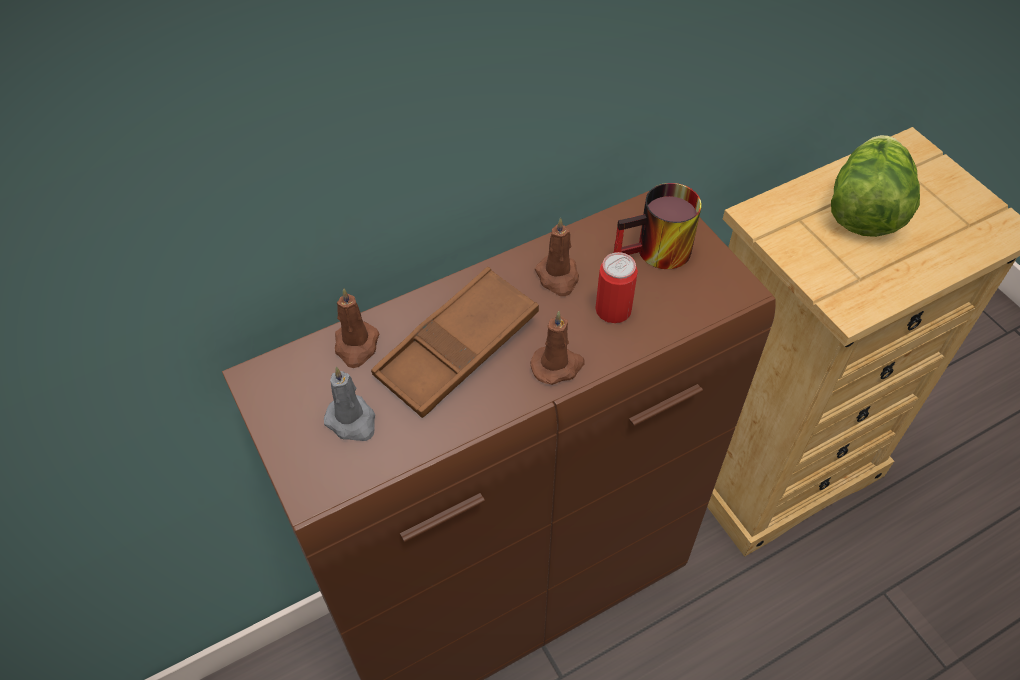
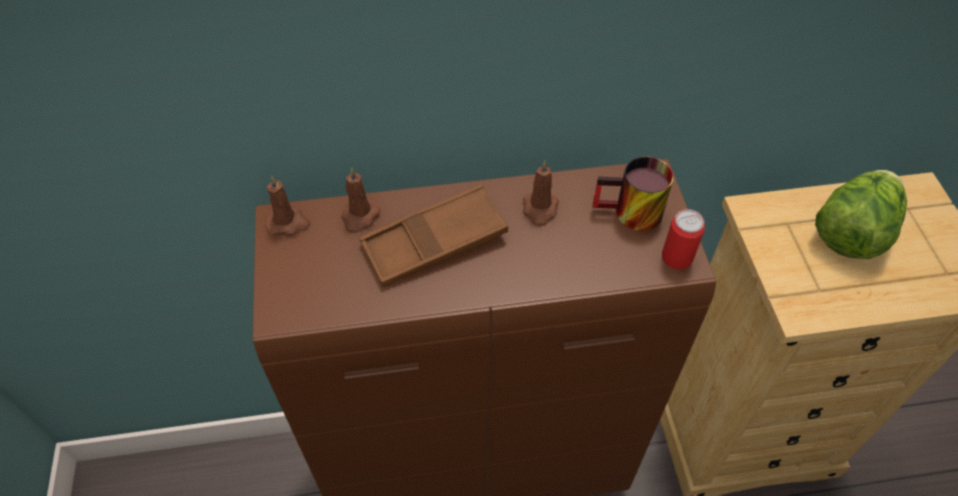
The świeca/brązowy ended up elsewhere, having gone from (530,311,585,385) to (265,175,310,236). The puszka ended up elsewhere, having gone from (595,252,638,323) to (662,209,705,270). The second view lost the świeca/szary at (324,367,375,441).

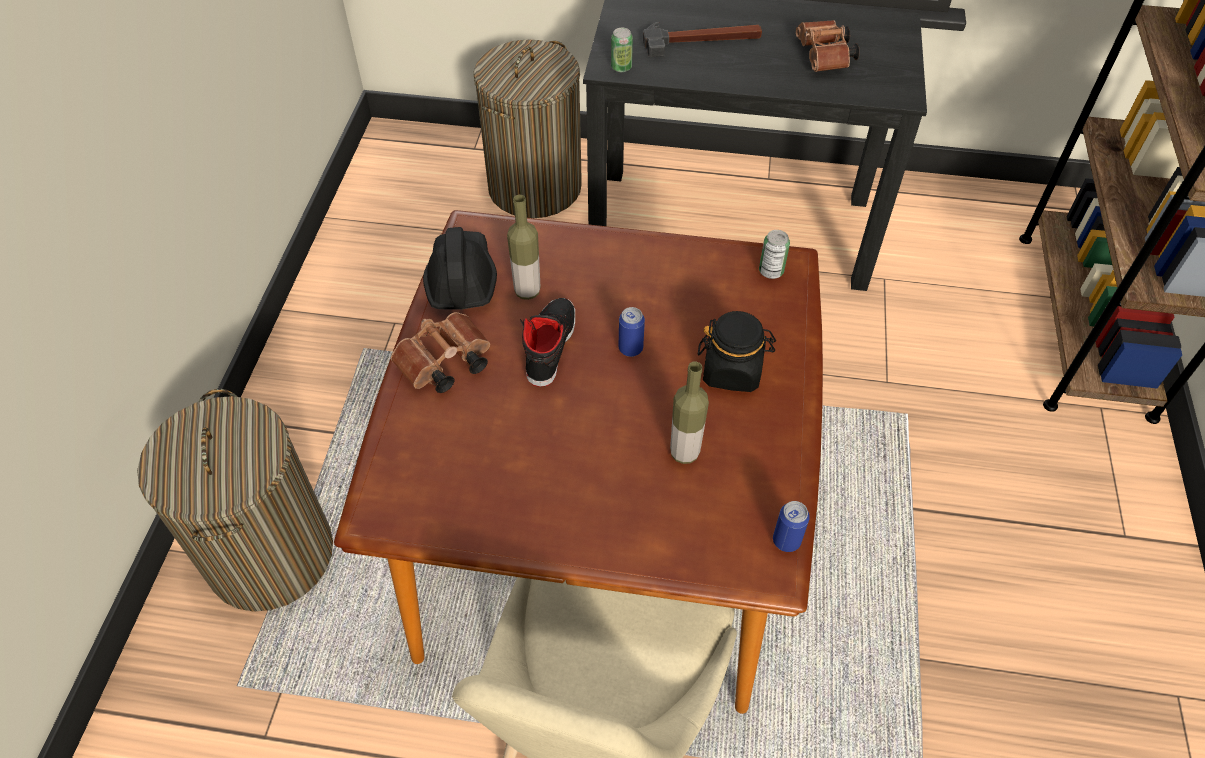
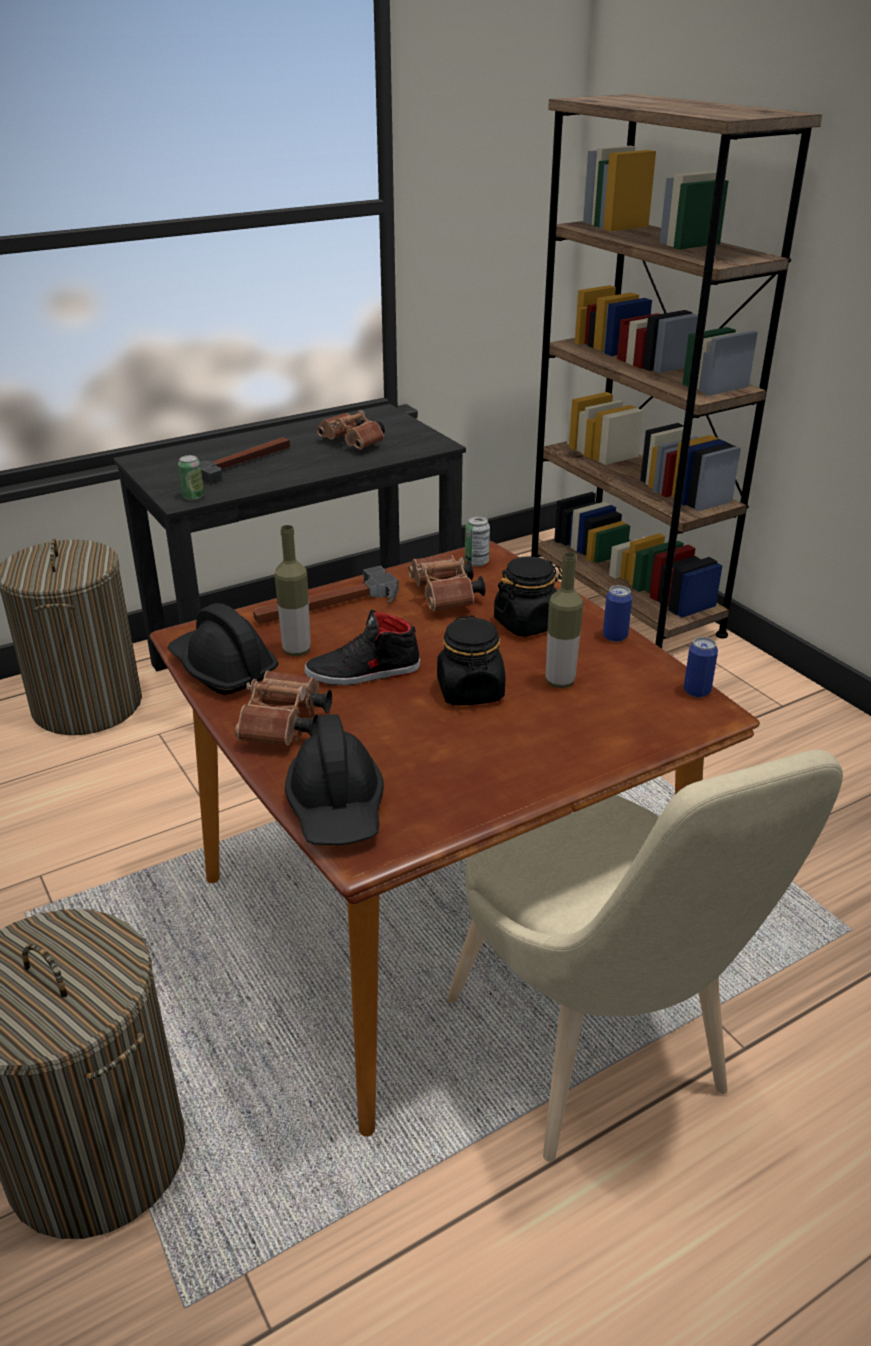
The second view gained the młotek at (253,565,399,625). The second view gained the kask/czarny at (285,714,384,845). The but/czarny at (520,298,575,387) ended up facing another way, 75 degrees counterclockwise from before. The second view gained the lornetka/brązowy at (408,555,485,611). The second view gained the słoik/czarny at (437,615,505,705). The puszka ended up elsewhere, having gone from (619,307,645,357) to (603,585,632,642).

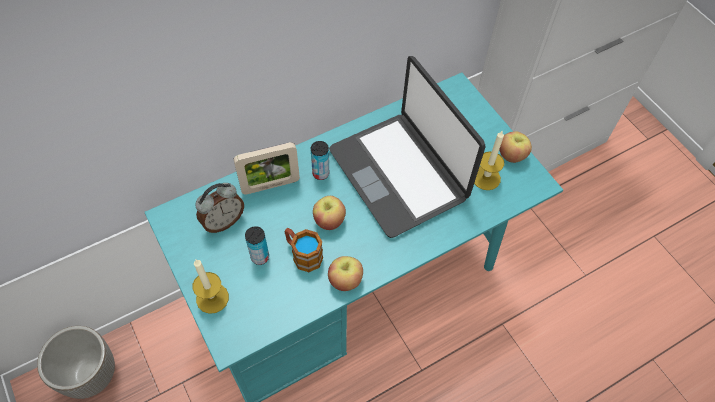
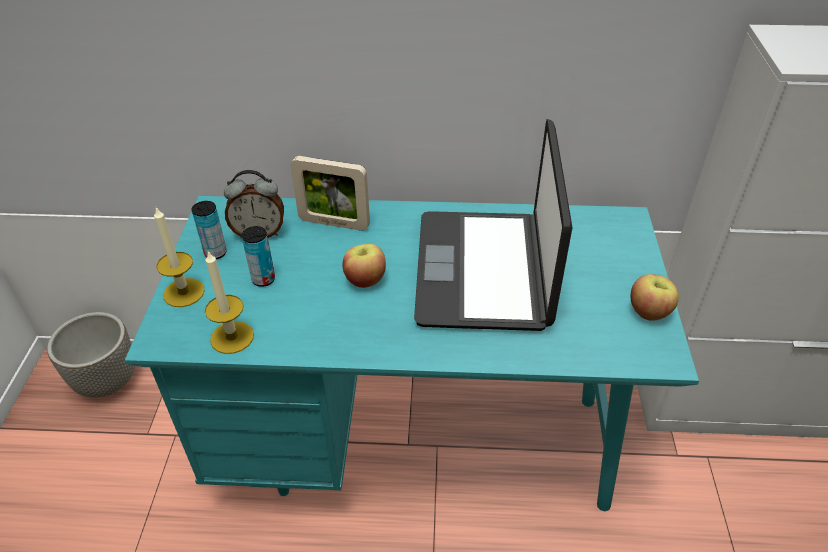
The puszka ended up elsewhere, having gone from (311,141,329,180) to (191,201,227,259). The świeca ended up elsewhere, having gone from (474,131,504,190) to (205,251,254,354). The second view lost the kubek at (284,228,323,272). The second view lost the jabłko at (328,256,363,291).

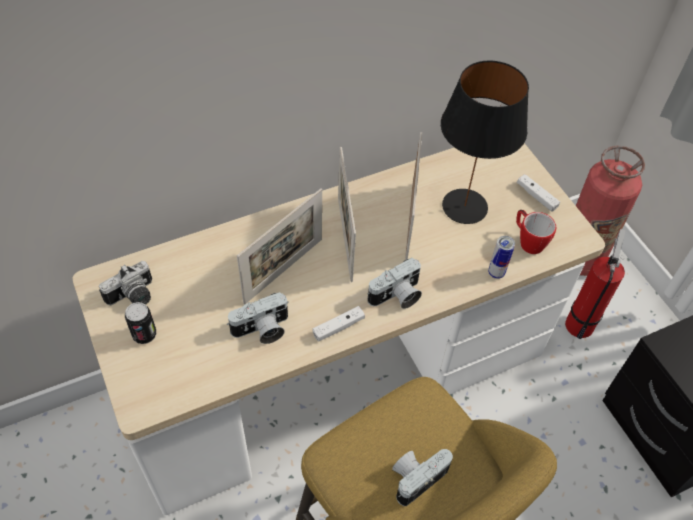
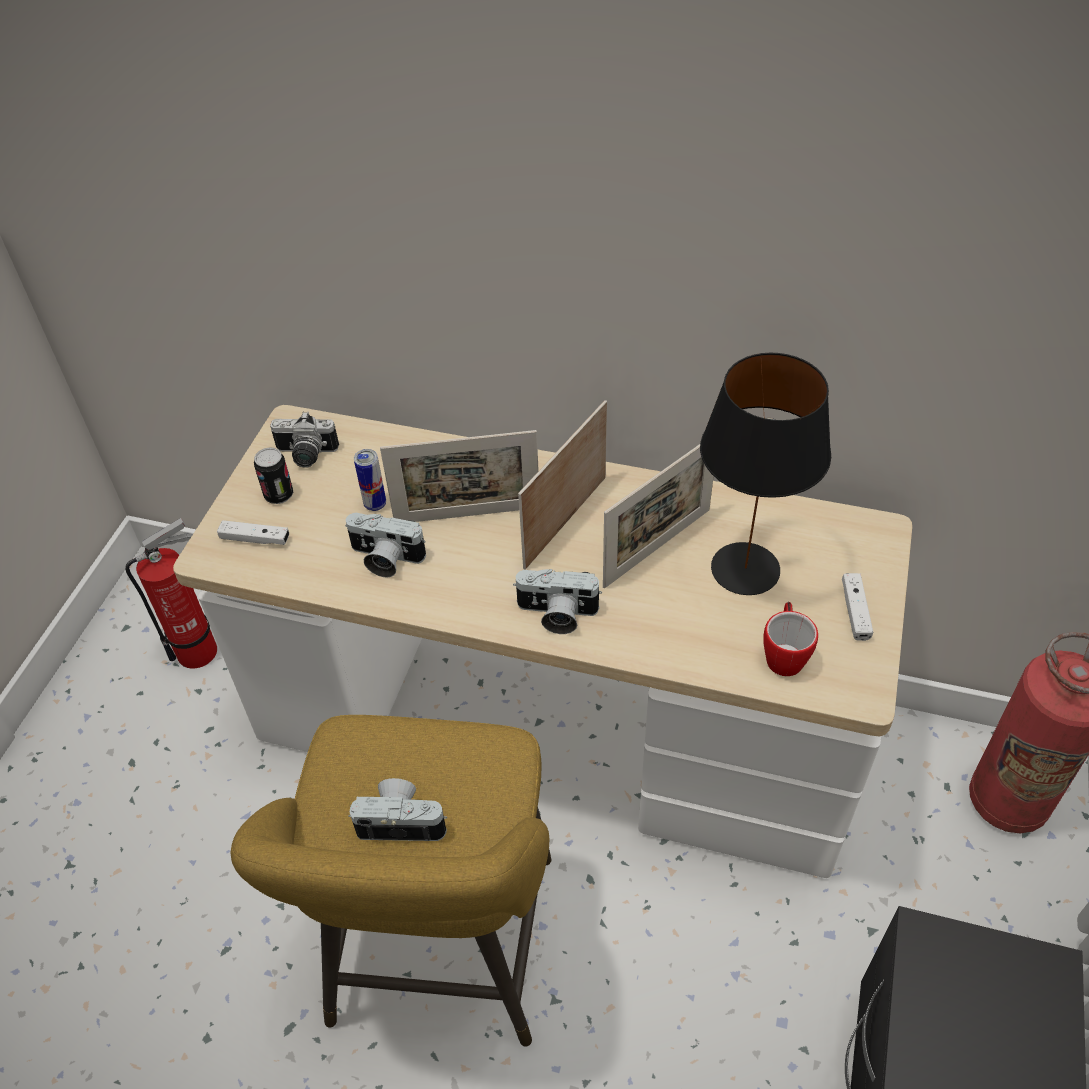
The gaśnica ended up elsewhere, having gone from (565,229,625,339) to (125,518,217,668). The pad do gier/biały ended up elsewhere, having gone from (312,306,365,342) to (217,520,289,545). The puszka ended up elsewhere, having gone from (488,236,515,279) to (354,449,386,511).

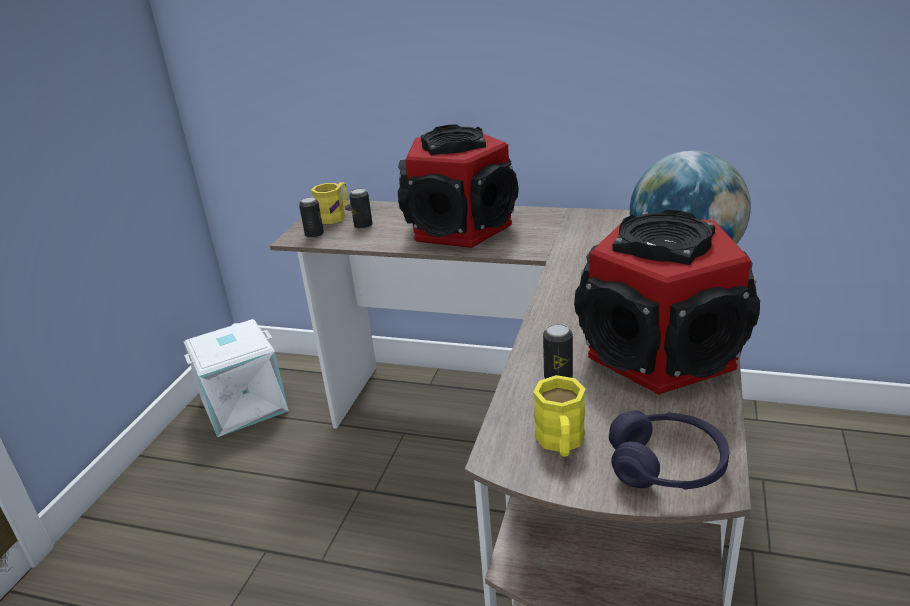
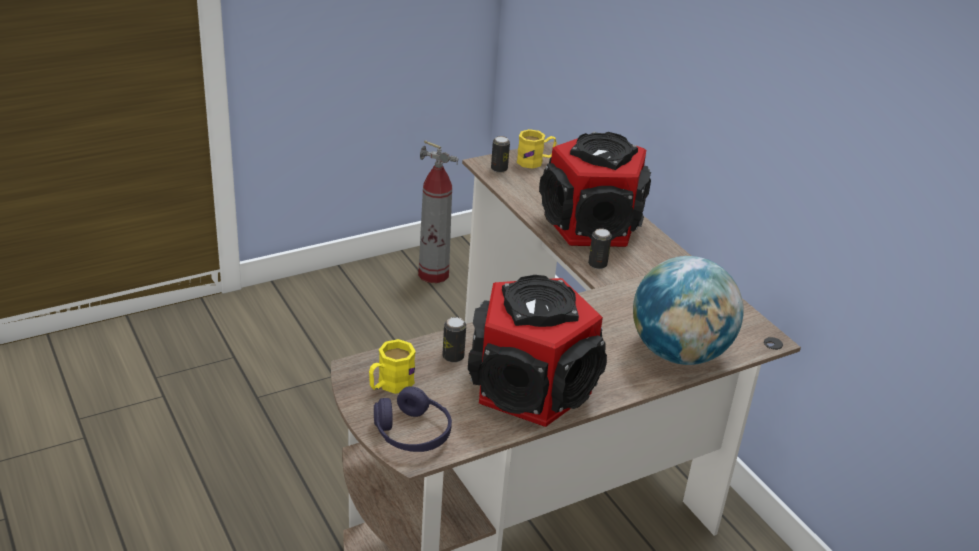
Where the pojemnik do przechowywania/biały stood at (184,319,289,437), the gaśnica came to stand at (418,140,458,283). The puszka ended up elsewhere, having gone from (349,188,373,229) to (588,228,612,269).

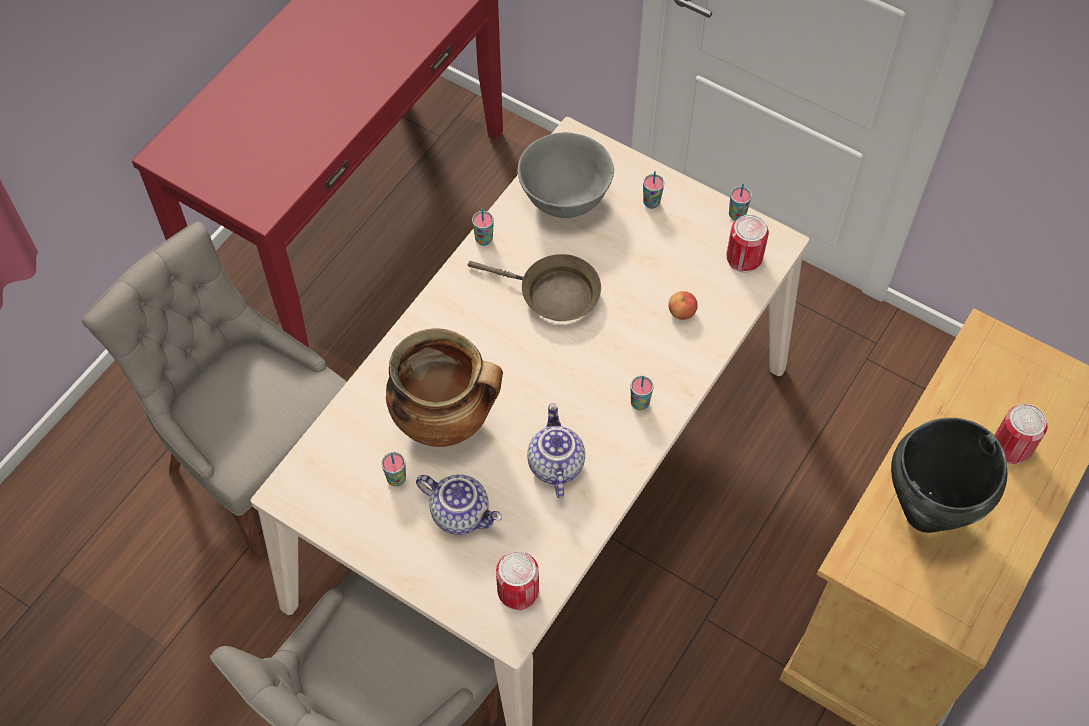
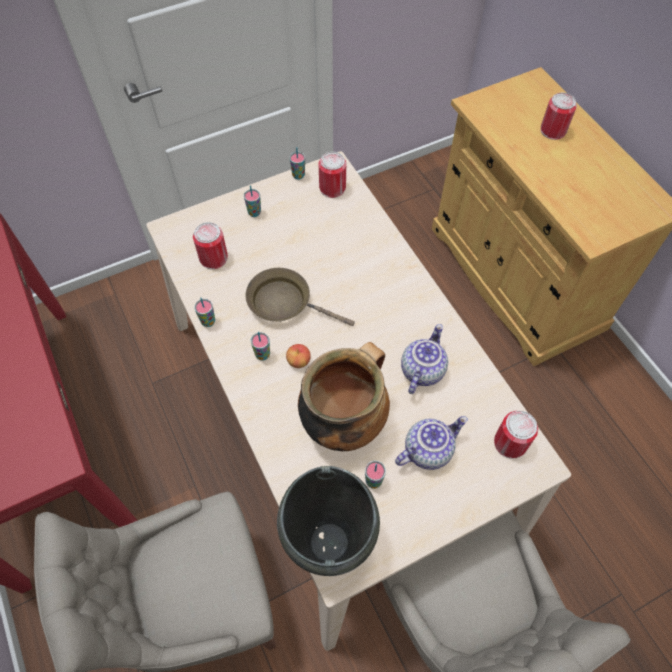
Where the miska/szary stood at (517,132,614,218), the puszka came to stand at (193,222,228,269). The patelnia/brązowy at (468,254,601,321) ended up facing another way, 120 degrees counterclockwise from before. The filiżanka ended up elsewhere, having gone from (631,375,654,410) to (251,332,270,361). The garnek/czarny ended up elsewhere, having gone from (891,418,1007,533) to (277,466,380,576). The jabłko ended up elsewhere, having gone from (669,291,698,320) to (286,344,311,368). The imbryk at (527,403,585,498) ended up facing another way, 90 degrees clockwise from before.

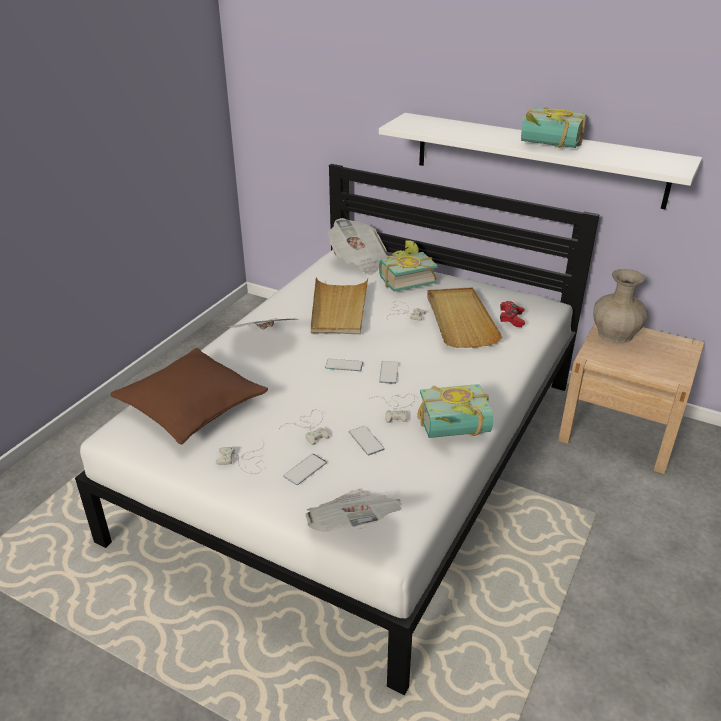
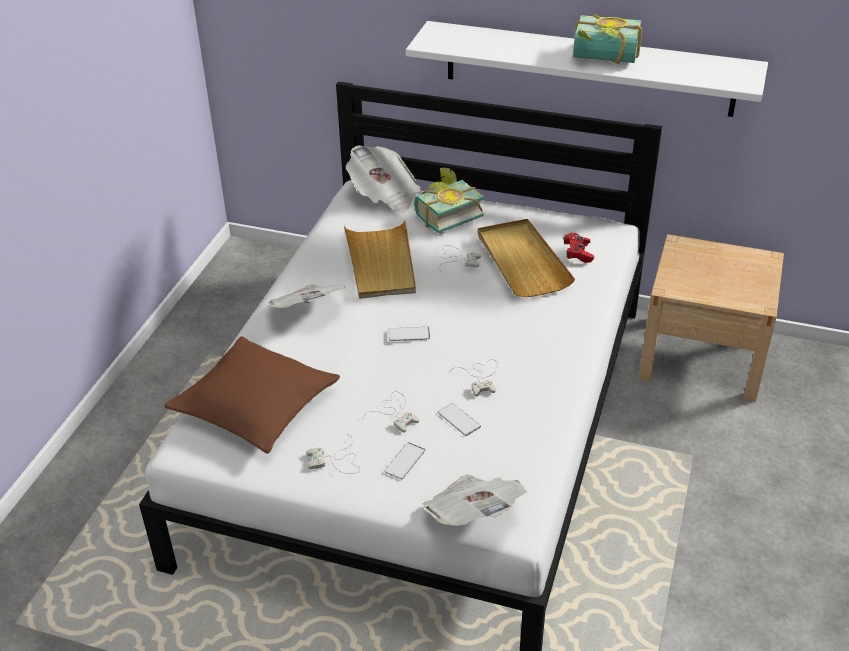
The second view lost the telefon at (379,361,398,384). The second view lost the książka at (417,384,493,438). The second view lost the wazon/beżowy at (593,269,648,343).

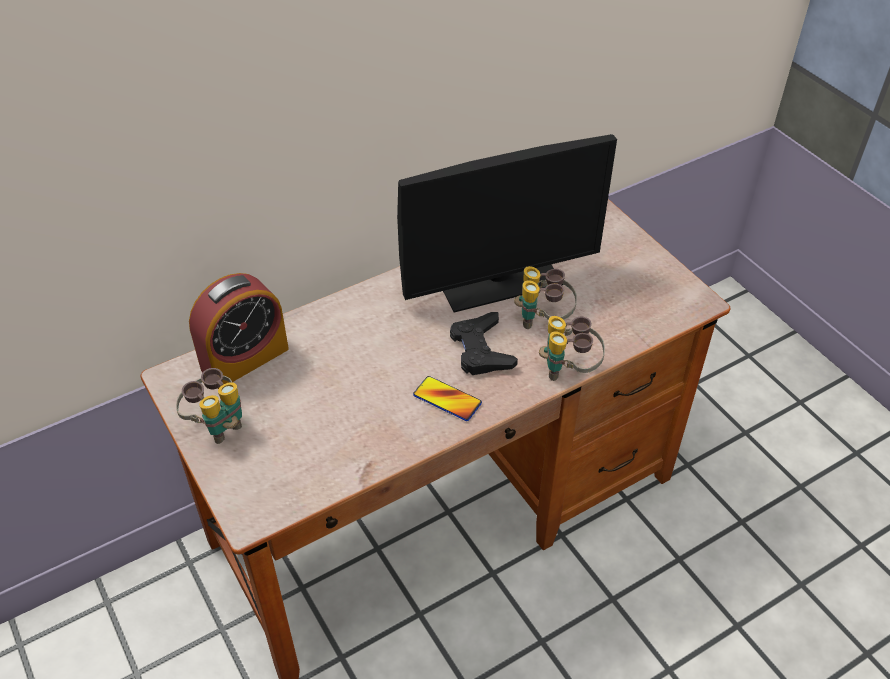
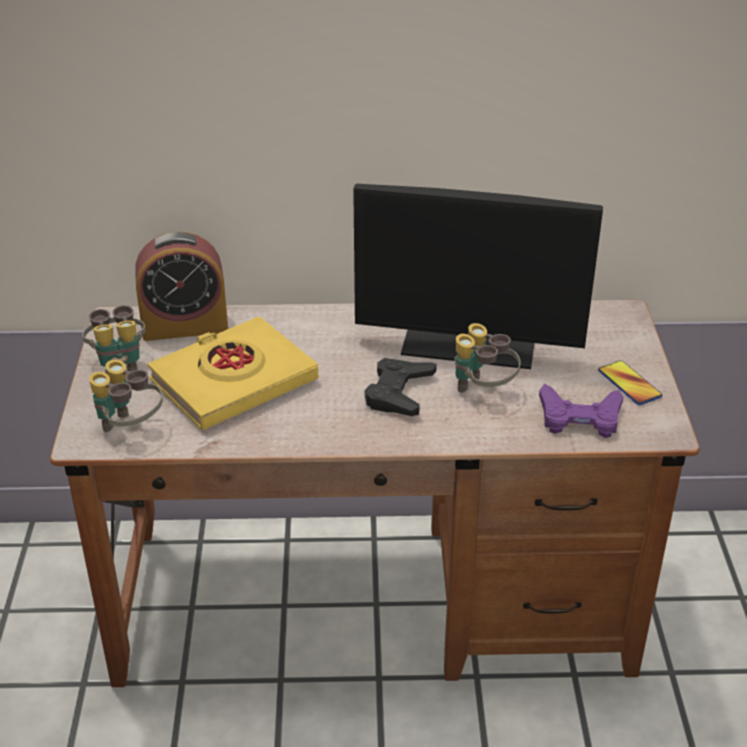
The lornetka ended up elsewhere, having gone from (539,316,605,381) to (89,359,163,432). The second view gained the książka/żółty at (147,316,318,430). The second view gained the pad do gier/fioletowy at (539,384,623,438). The telefon ended up elsewhere, having gone from (413,376,482,421) to (598,360,662,405).

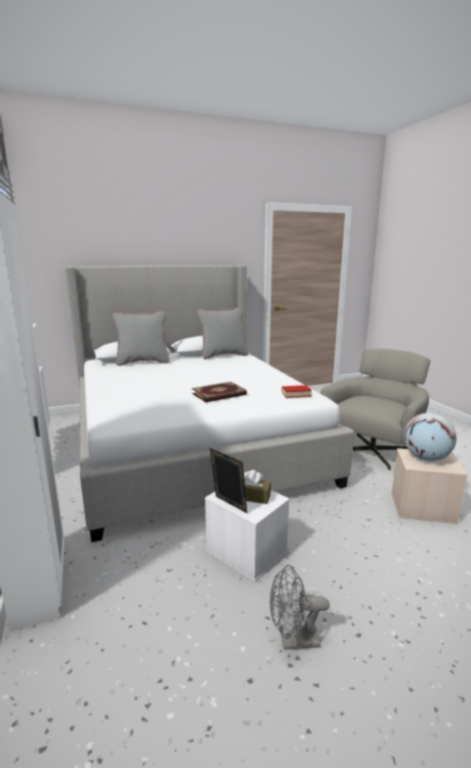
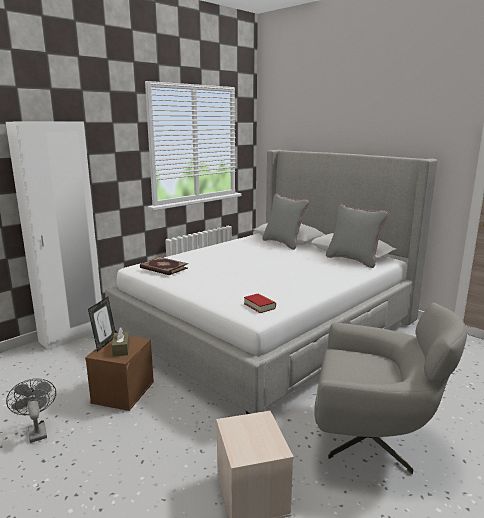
What was the pojemnik do przechowywania/biały at (205,490,290,582) turned into the pojemnik do przechowywania/brązowy at (85,336,154,411). The książka ended up elsewhere, having gone from (192,382,247,403) to (140,257,188,275). The second view lost the globus at (404,413,456,461).

